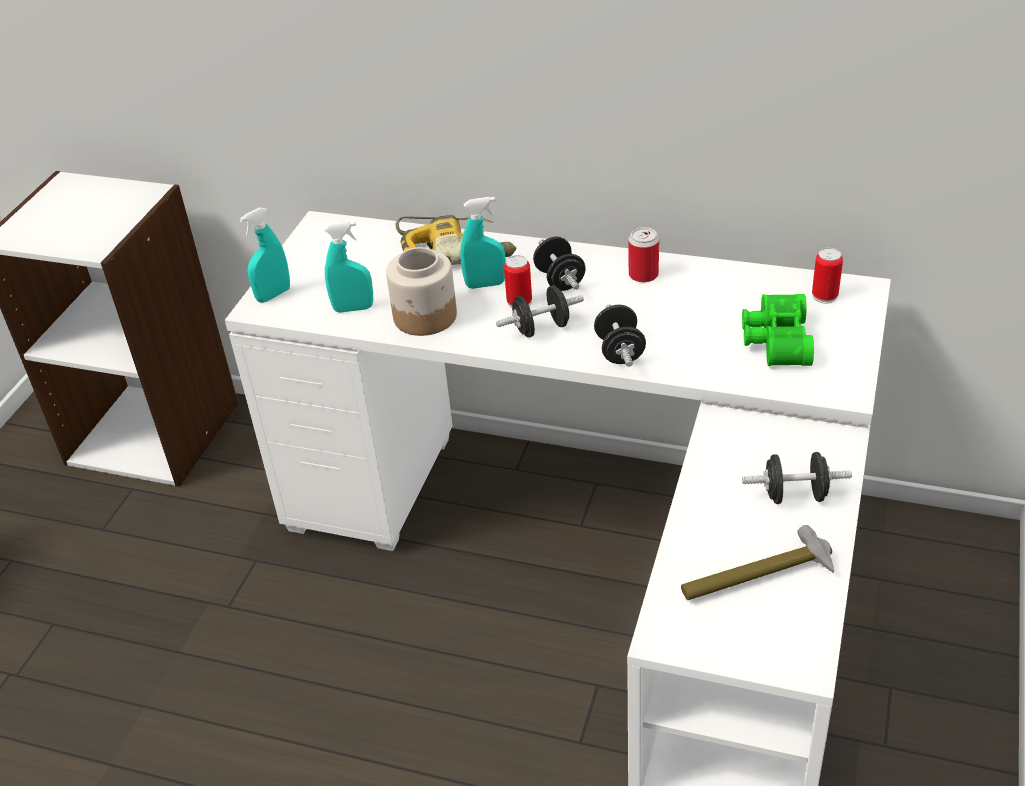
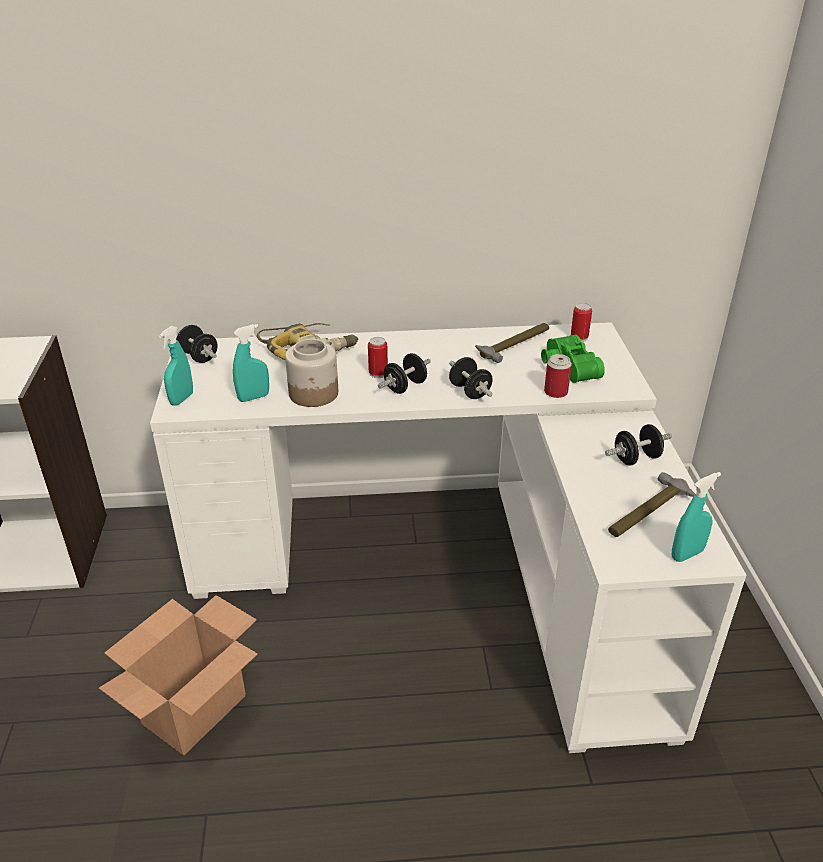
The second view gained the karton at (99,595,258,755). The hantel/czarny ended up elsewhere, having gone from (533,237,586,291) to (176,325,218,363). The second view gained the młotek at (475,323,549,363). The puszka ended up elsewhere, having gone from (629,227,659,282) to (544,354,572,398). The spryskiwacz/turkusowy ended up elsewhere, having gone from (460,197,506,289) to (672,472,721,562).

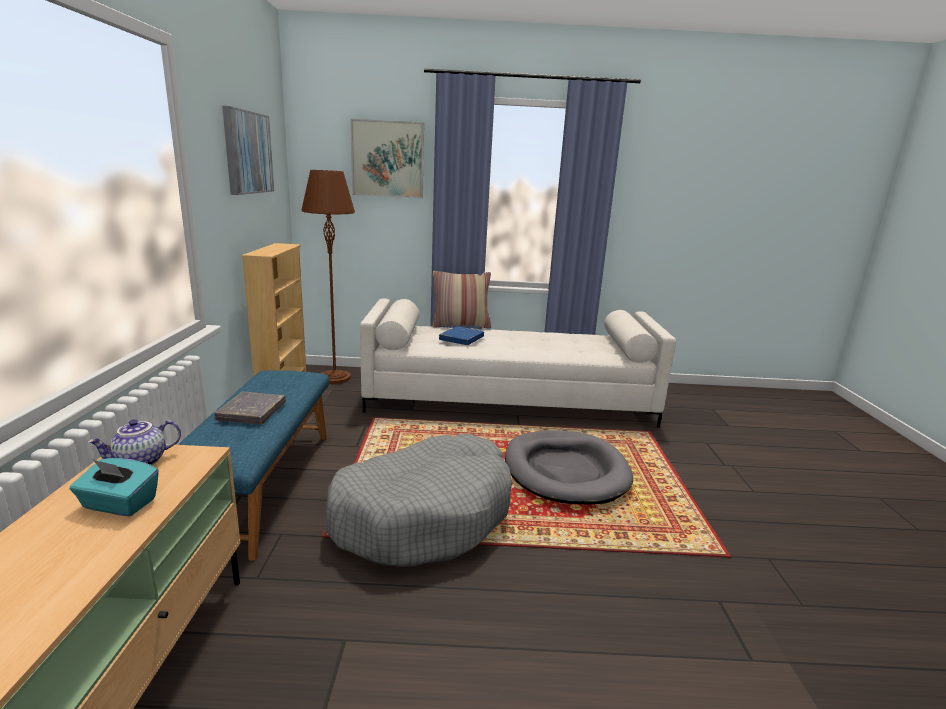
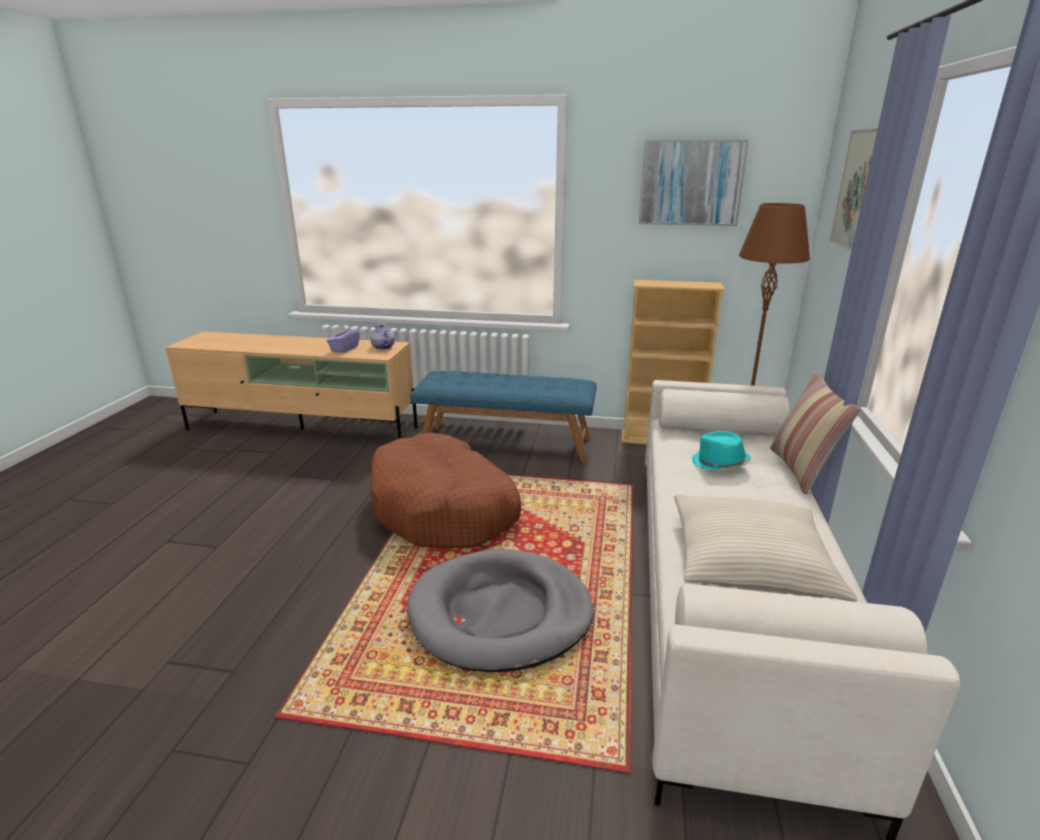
What was the pudełko chusteczek/turkusowy at (70,458,159,516) turned into the pudełko chusteczek/fioletowy at (327,324,359,353). What was the legowisko/szary at (325,434,512,567) turned into the legowisko/brązowy at (371,433,521,548). The second view gained the poduszka/beżowy at (674,495,857,601). Where the książka/niebieski stood at (439,326,484,345), the kapelusz/turkusowy came to stand at (692,431,751,471). The second view lost the książka/szary at (214,391,286,424).

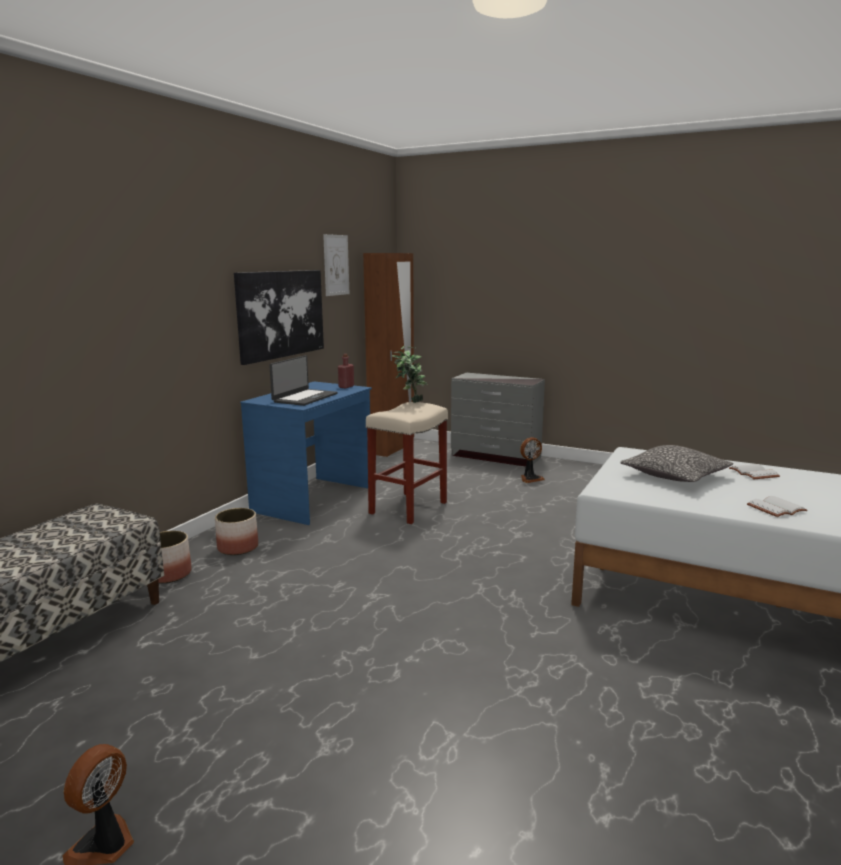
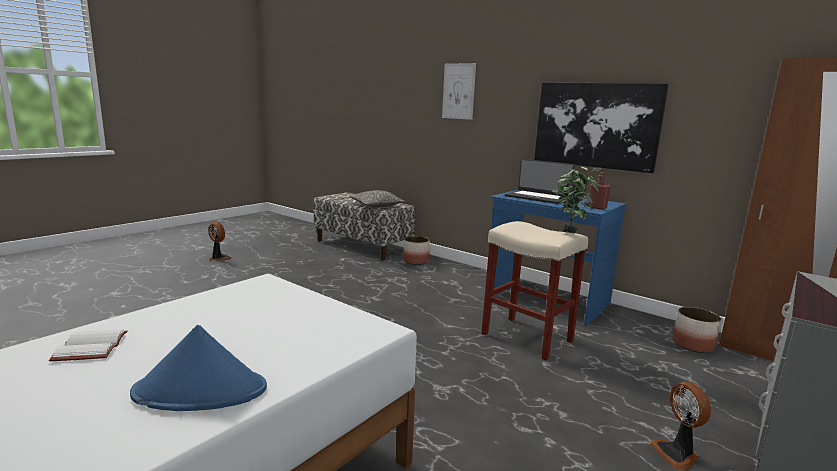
Where the książka/biały stood at (729,464,780,479), the kapelusz/niebieski came to stand at (130,325,267,411). The poduszka ended up elsewhere, having gone from (620,445,734,482) to (349,190,406,207). The obraz ended up elsewhere, having gone from (323,234,349,296) to (442,63,476,120). The donica ended up elsewhere, having gone from (215,508,258,555) to (672,307,721,353).

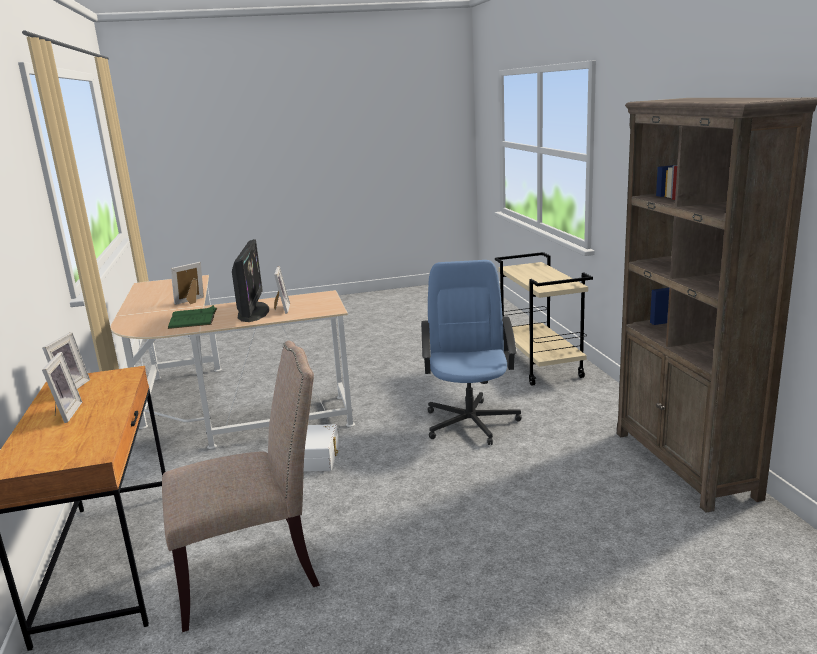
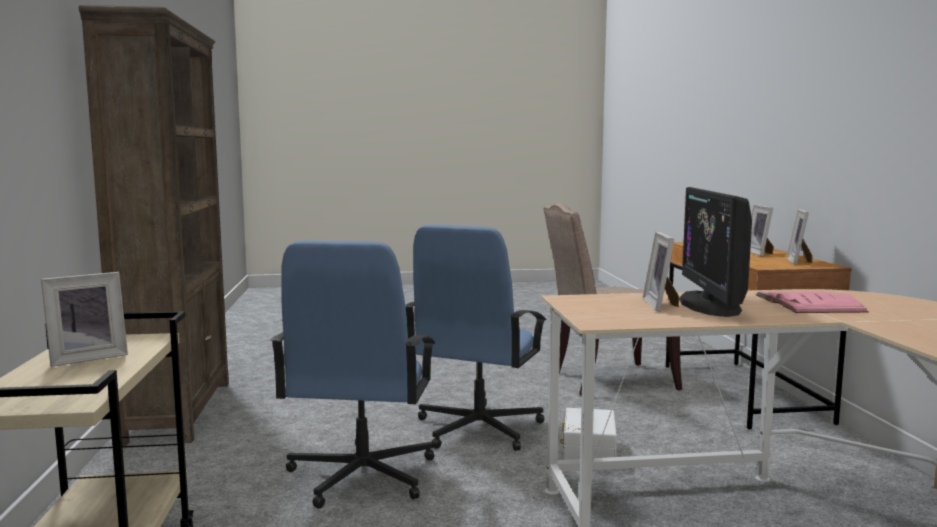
The ramka na zdjęcie ended up elsewhere, having gone from (171,262,204,305) to (41,272,128,367). The second view gained the krzesło biurowe/niebieski at (405,225,547,451). What was the książka/zielony at (168,305,217,329) turned into the książka/różowy at (755,291,869,313).

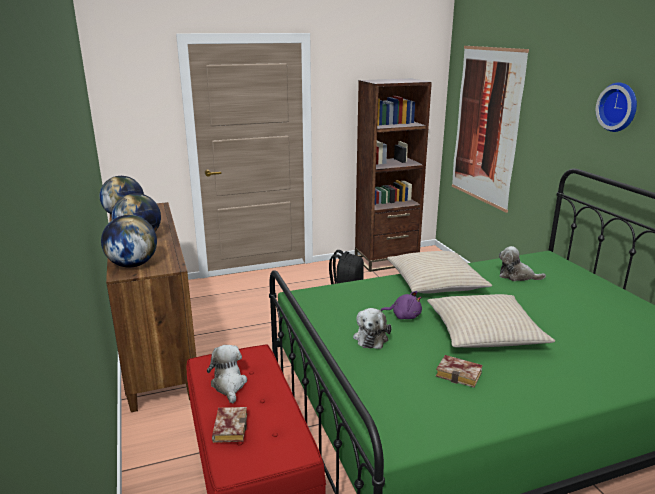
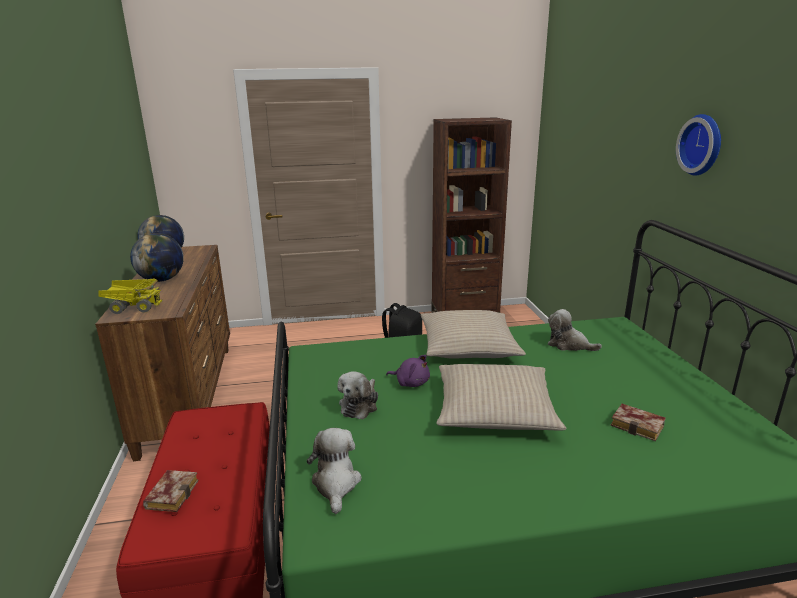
Where the globus stood at (101,215,157,267), the ciężarówka zabawkowa came to stand at (98,278,163,314). The pluszak ended up elsewhere, having gone from (207,345,247,404) to (307,428,361,514). The książka ended up elsewhere, having gone from (436,355,483,388) to (610,404,666,442). The second view lost the obraz at (452,46,529,213).

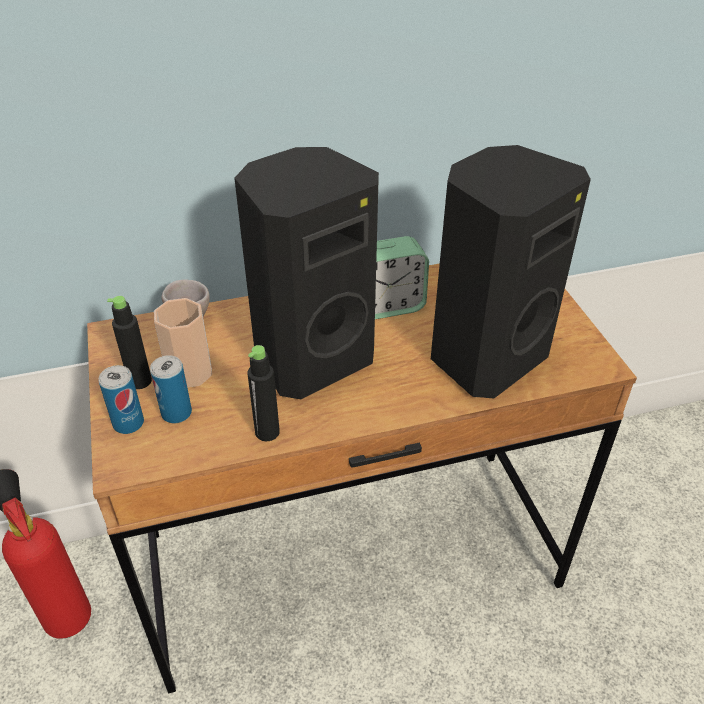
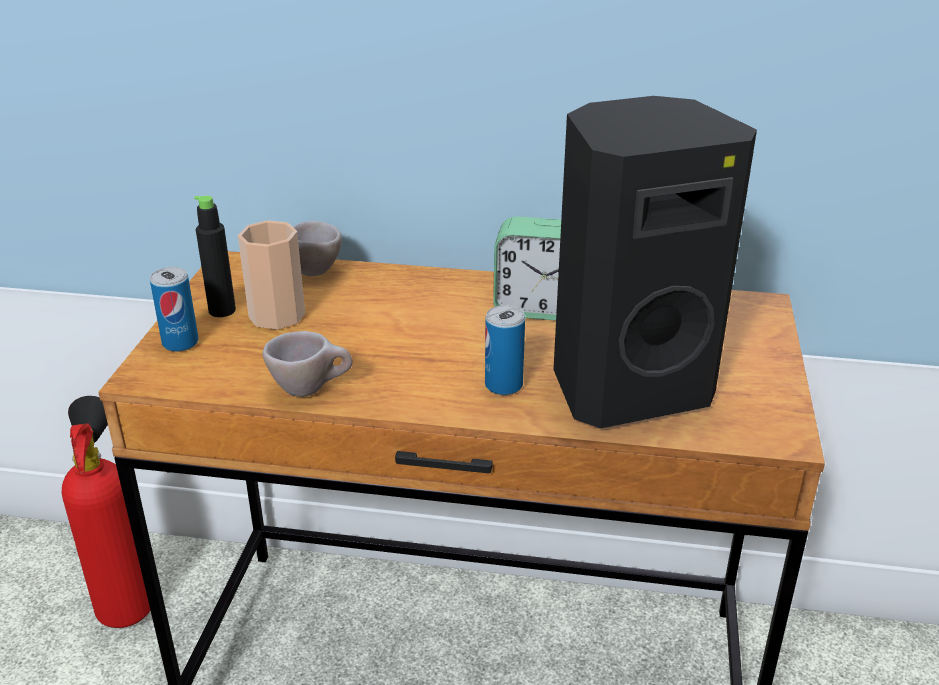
Where the butelka/czarny stood at (248,345,280,441), the filiżanka/beżowy came to stand at (262,331,353,397). The puszka ended up elsewhere, having gone from (150,355,192,423) to (485,305,525,395). The second view lost the głośnik/czarny at (234,147,379,399).

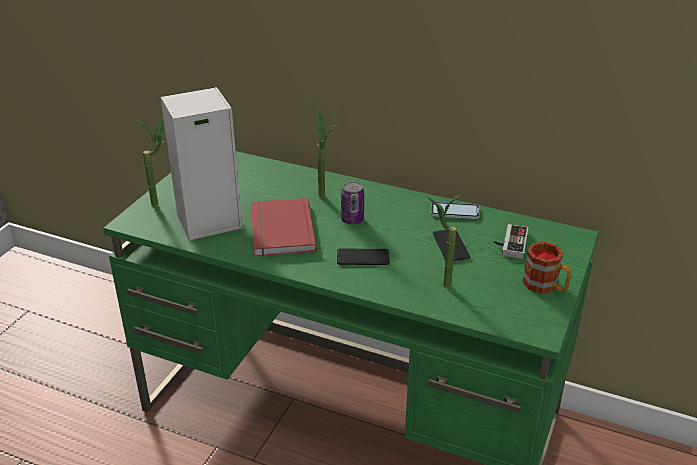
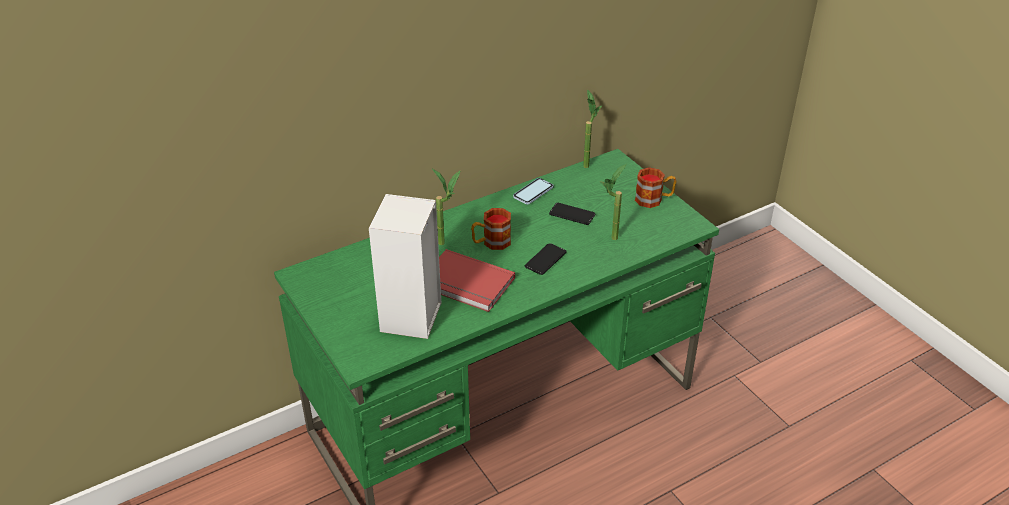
Where the puszka stood at (341,181,364,224), the kubek came to stand at (471,208,511,250). The roślina doniczkowa ended up elsewhere, having gone from (136,118,165,207) to (583,89,602,168). The second view lost the pad do gier at (494,224,528,259).

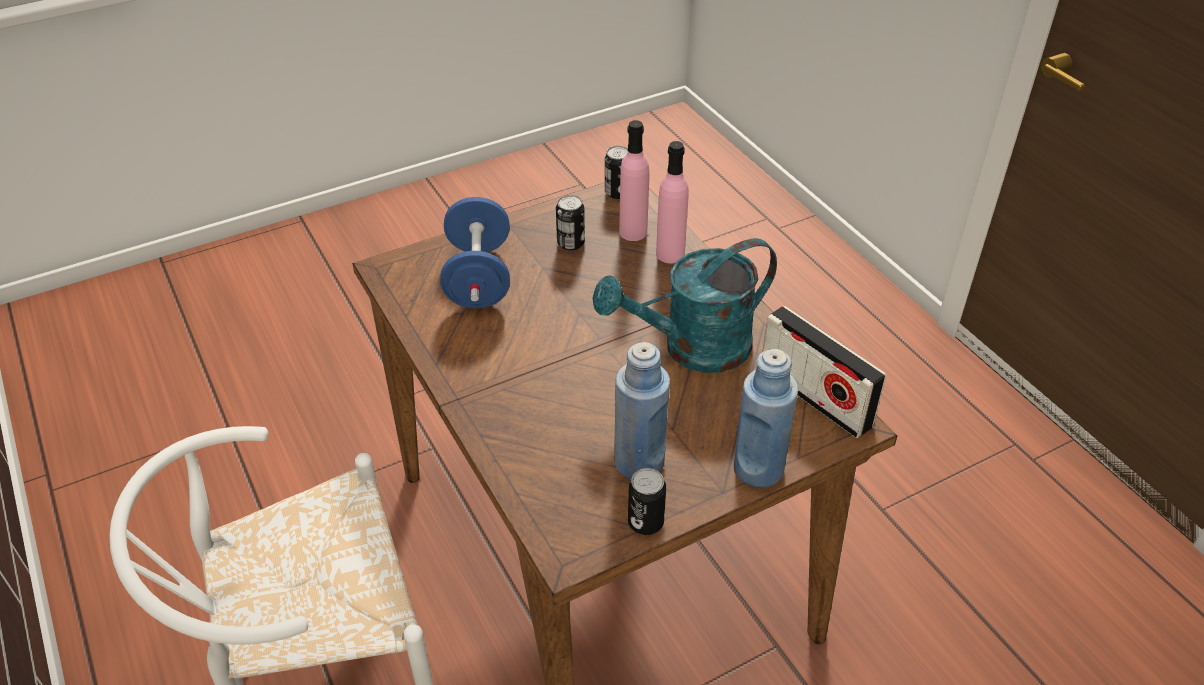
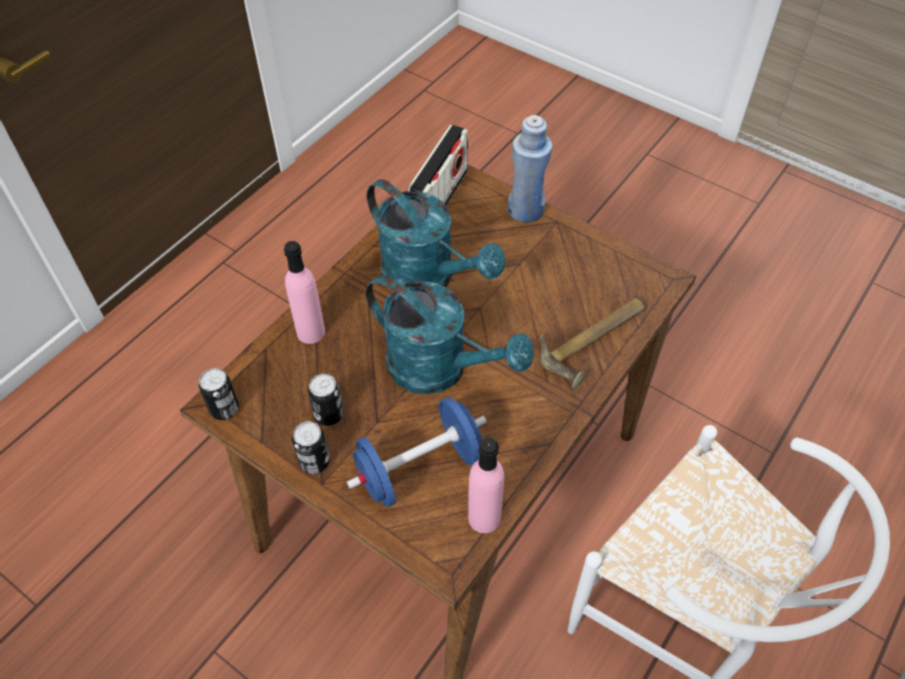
The puszka ended up elsewhere, having gone from (628,468,666,535) to (292,421,330,474). The second view gained the konewka/turkusowy at (366,275,534,394). The butelka/różowy ended up elsewhere, having gone from (619,120,649,241) to (468,437,504,533). The second view gained the młotek at (540,298,645,389). The second view lost the butelka/niebieski at (614,342,670,479).

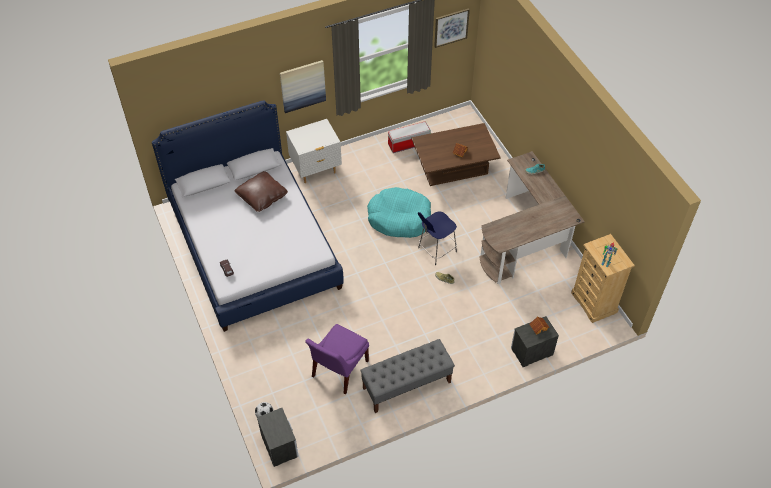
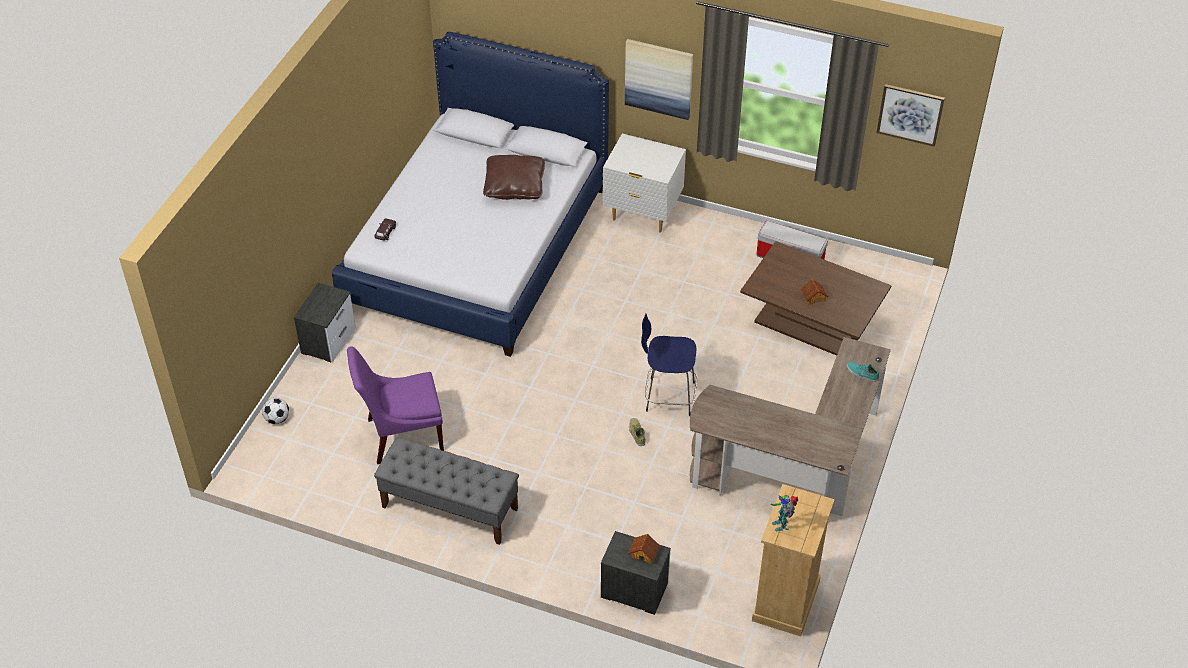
The szafka nocna ended up elsewhere, having gone from (257,408,299,467) to (294,283,356,362). The second view lost the legowisko/turkusowy at (367,187,431,238).

